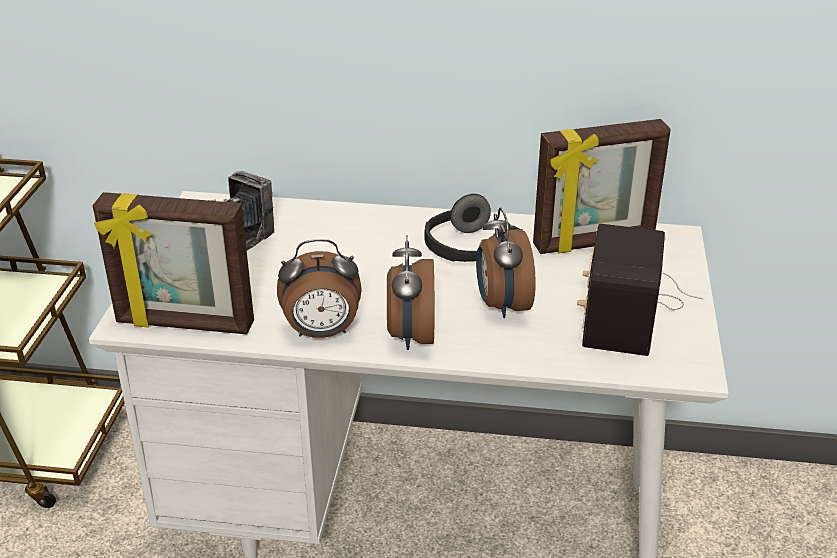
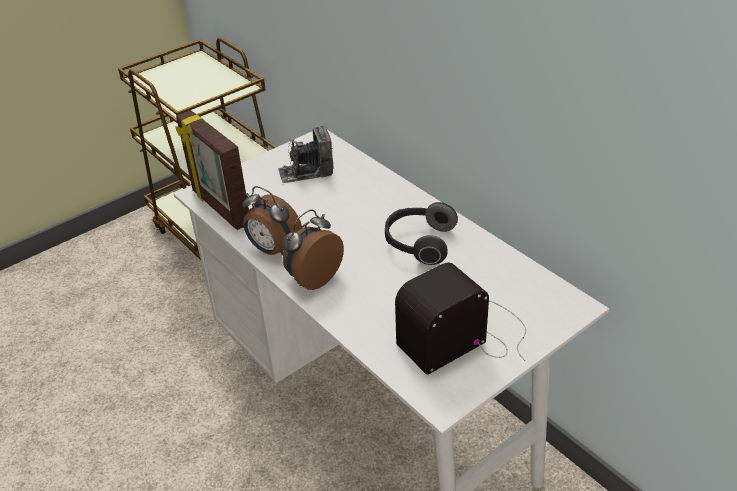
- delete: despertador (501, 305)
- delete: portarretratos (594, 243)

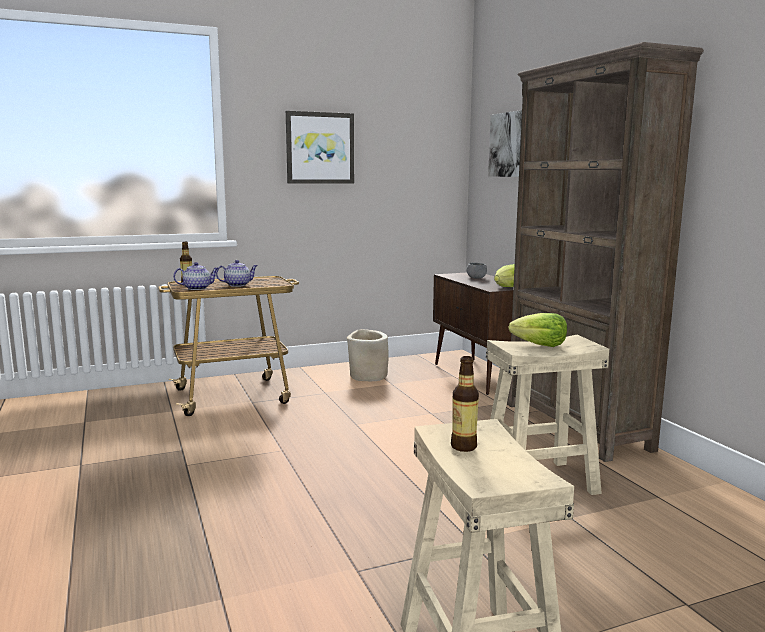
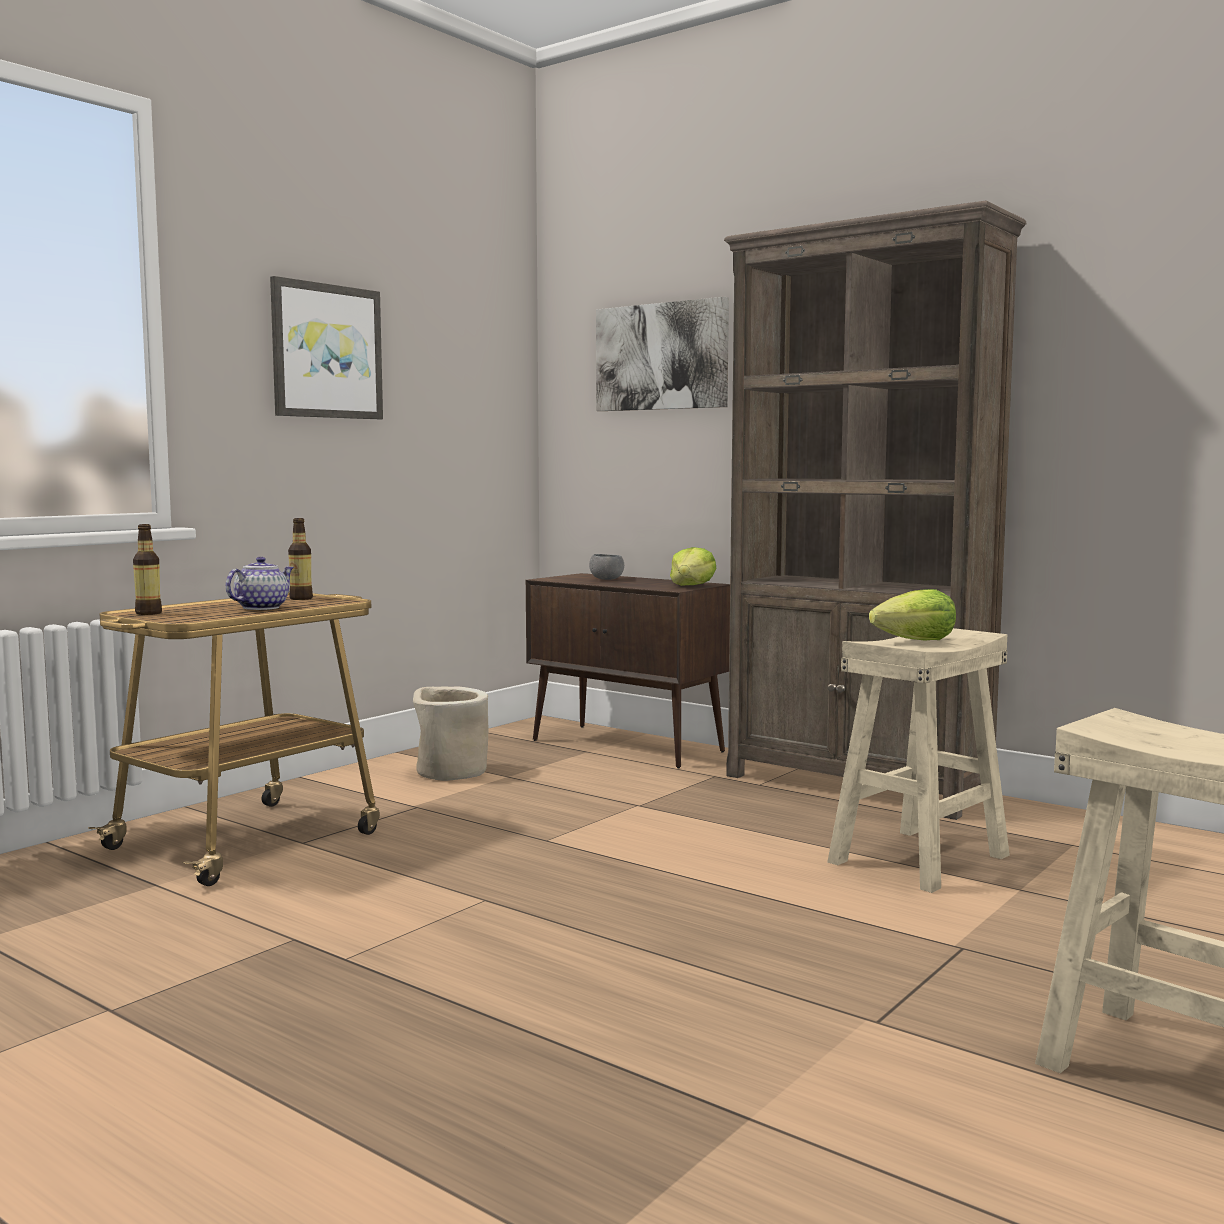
- delete: tetera (197, 288)
- move: botella (463, 447) to (301, 598)

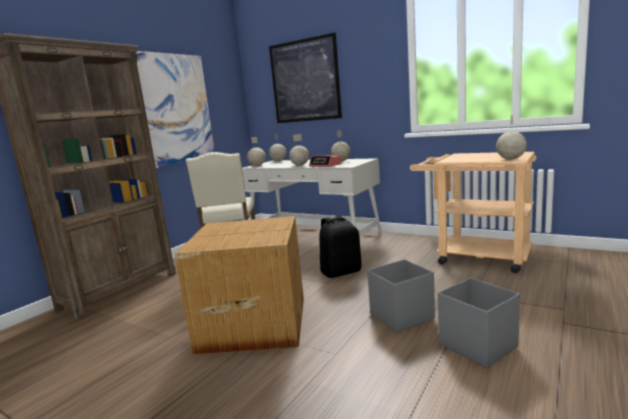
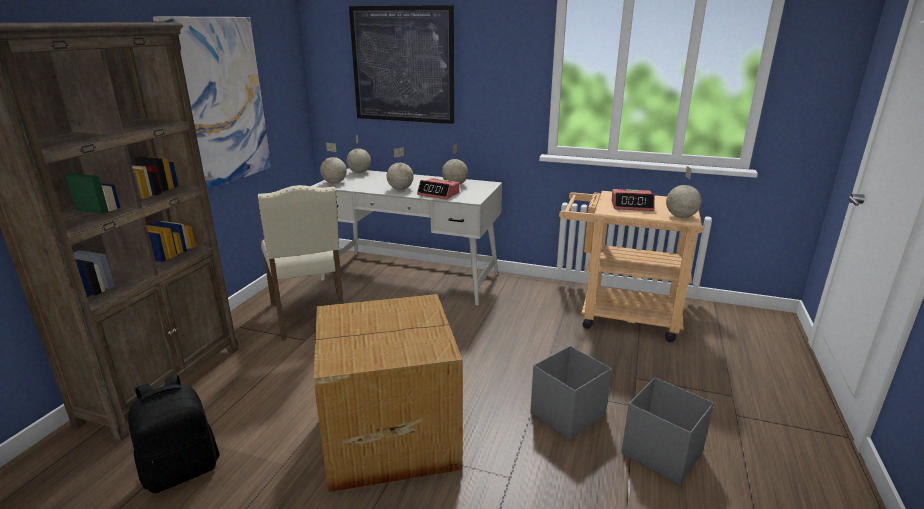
- move: mochila/negro (341, 272) to (182, 470)
- insert: despertador (632, 206)

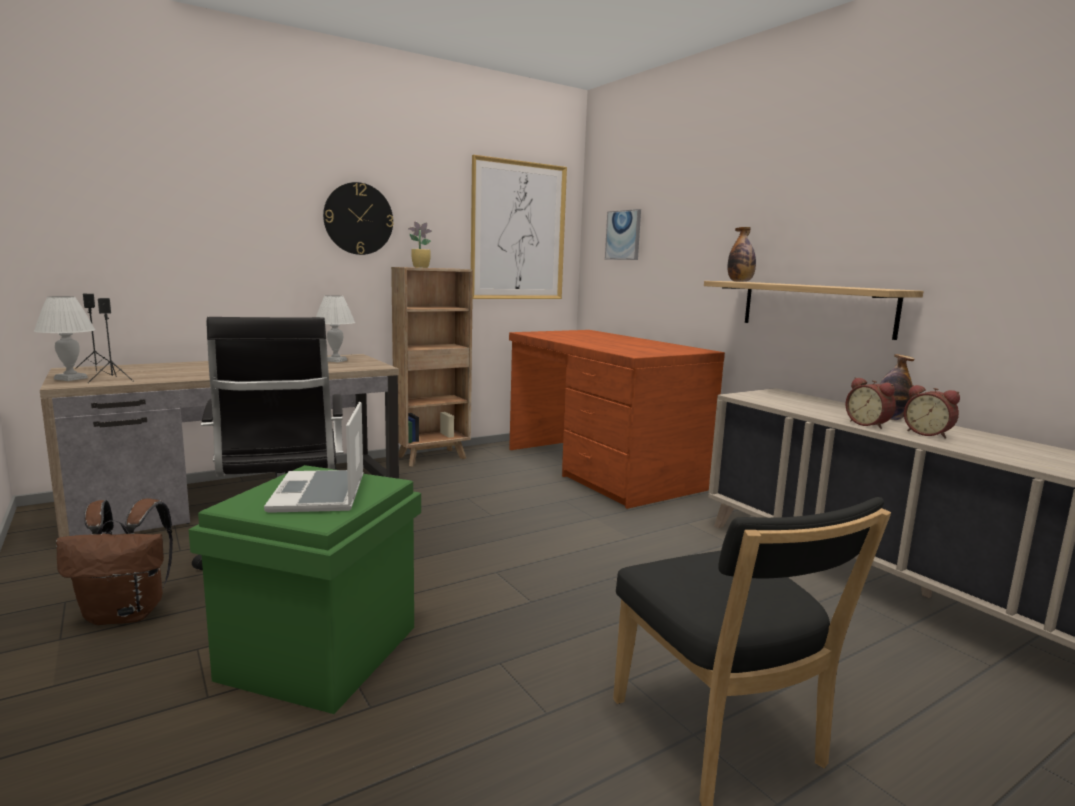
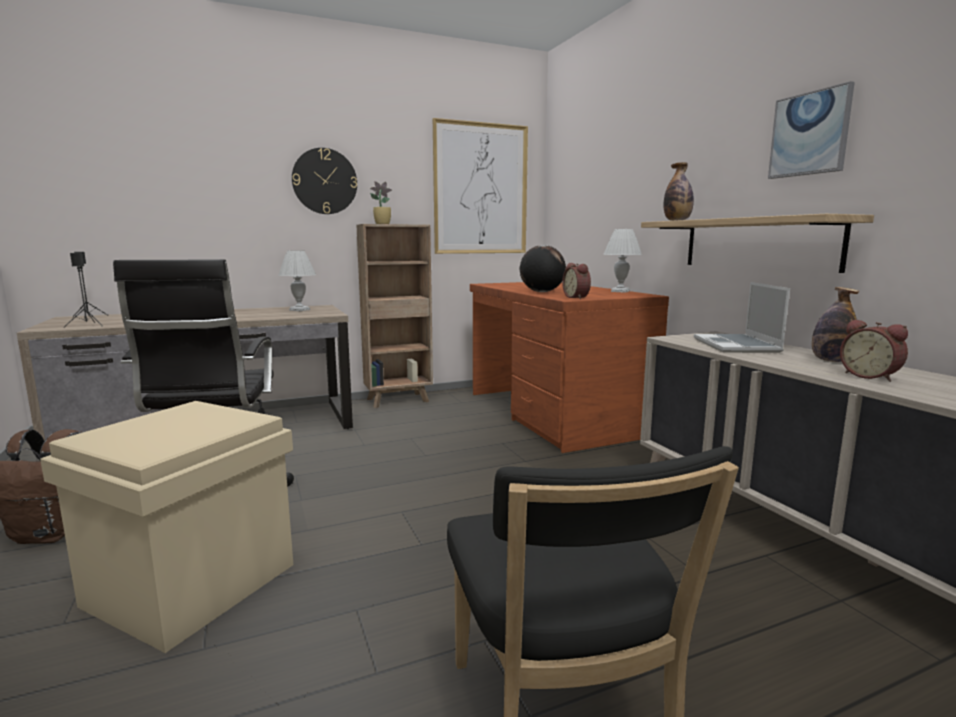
- move: lámpara de mesa/blanco (70, 378) to (620, 291)
- recolor: caja de almacenaje/verde (320, 653) to caja de almacenaje/beis (191, 586)
- move: portátil (320, 494) to (737, 346)
- move: cuadro (623, 235) to (809, 134)
- move: despertador (868, 424) to (577, 297)
- insert: globo terráqueo (541, 292)

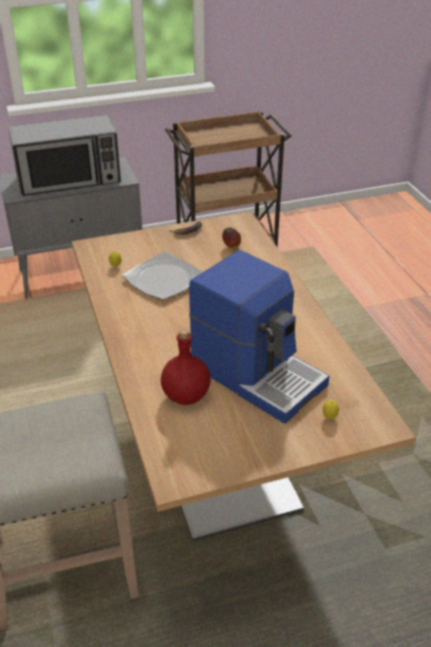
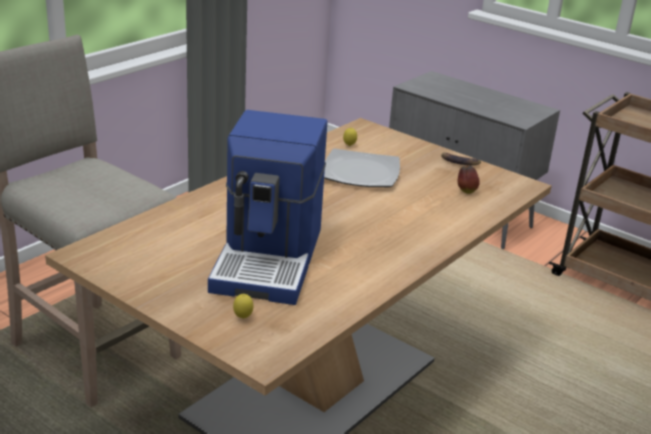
- delete: microondas (69, 180)
- delete: botella/rojo (186, 396)

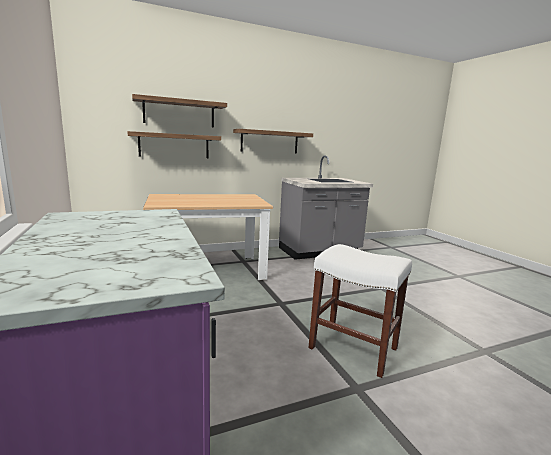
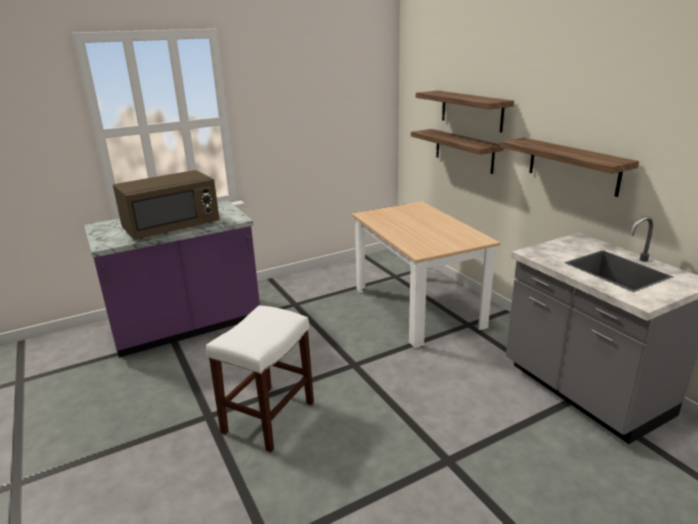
- insert: microondas/marrón (172, 228)

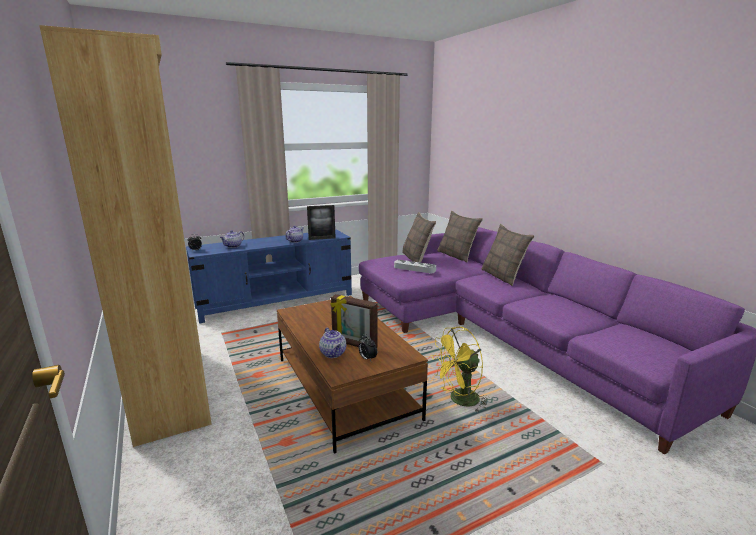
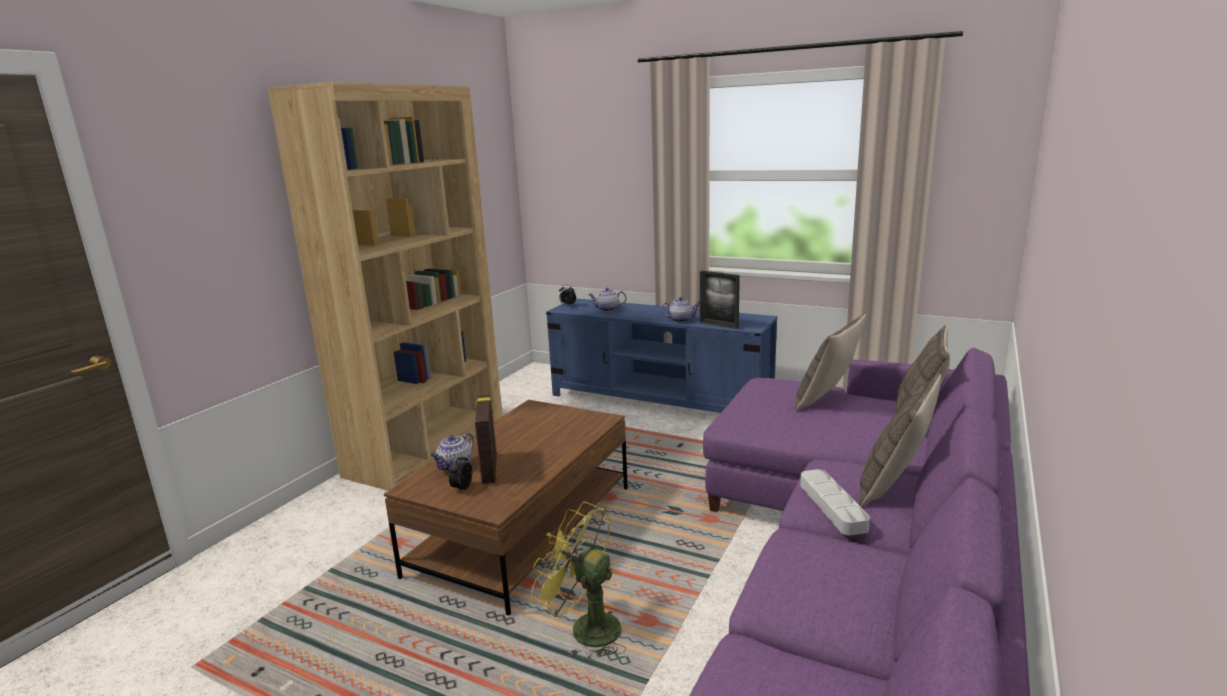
- move: bandeja/gris (414, 269) to (832, 506)

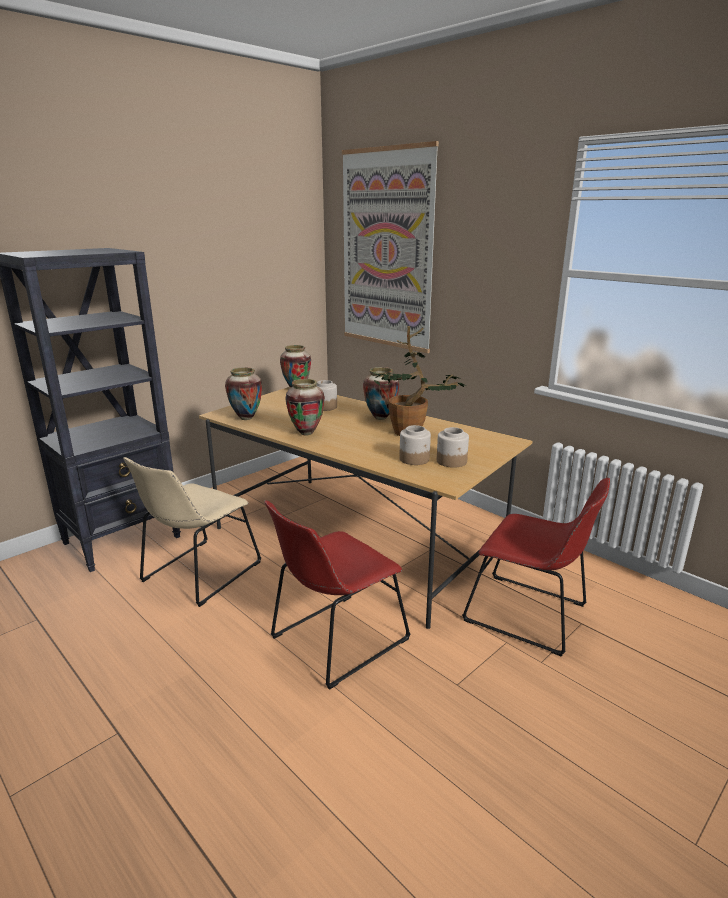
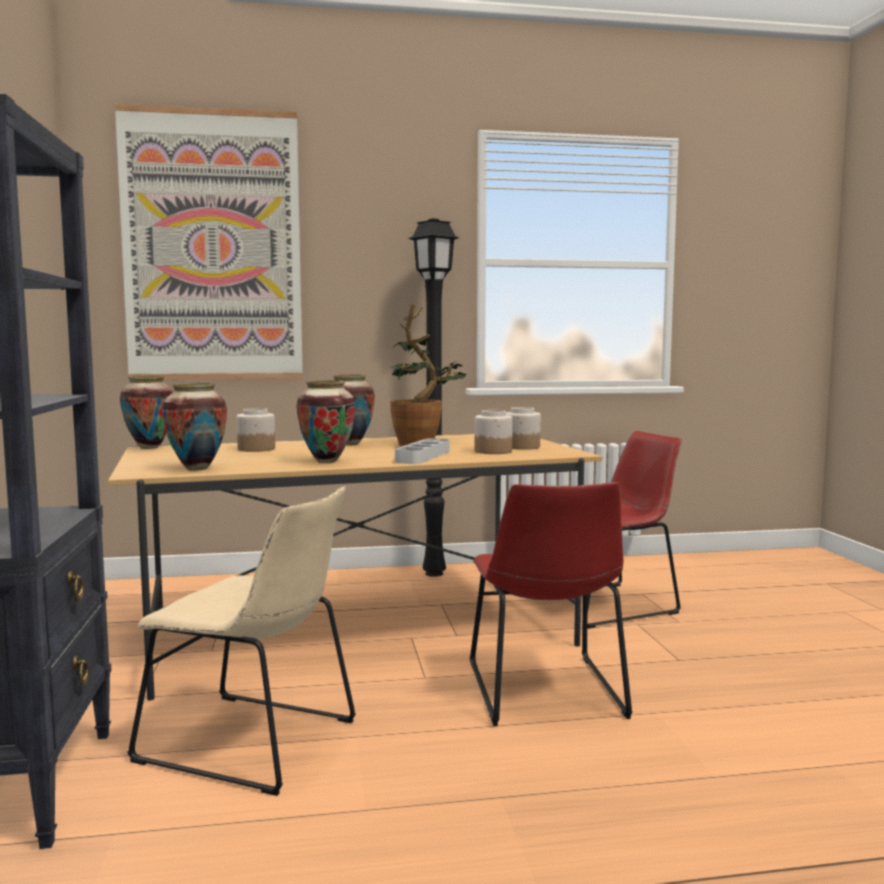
- rotate: silla/beis (198, 574) = (255, 742) 45 degrees counterclockwise
- insert: bandeja/gris (423, 456)
- insert: lámpara de pie/negro (434, 573)

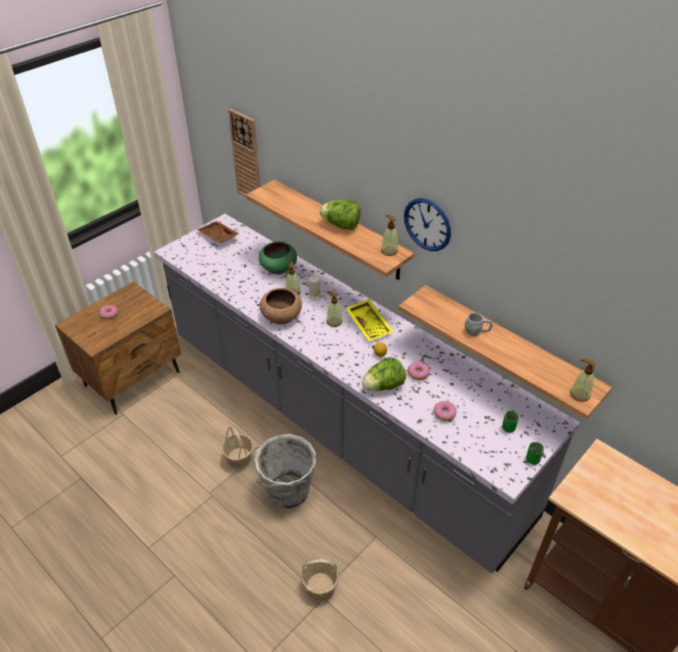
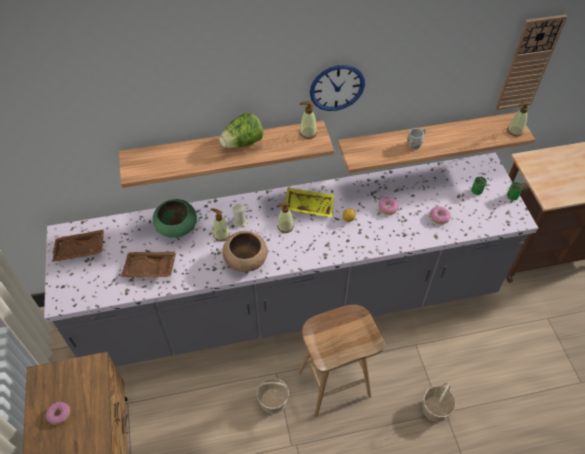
- move: reloj de pared (246, 157) to (528, 64)
- replace: cubo/gris (287, 493) to taburete/marrón (334, 383)
- delete: lechuga (383, 386)
- insert: bandeja/marrón (150, 269)

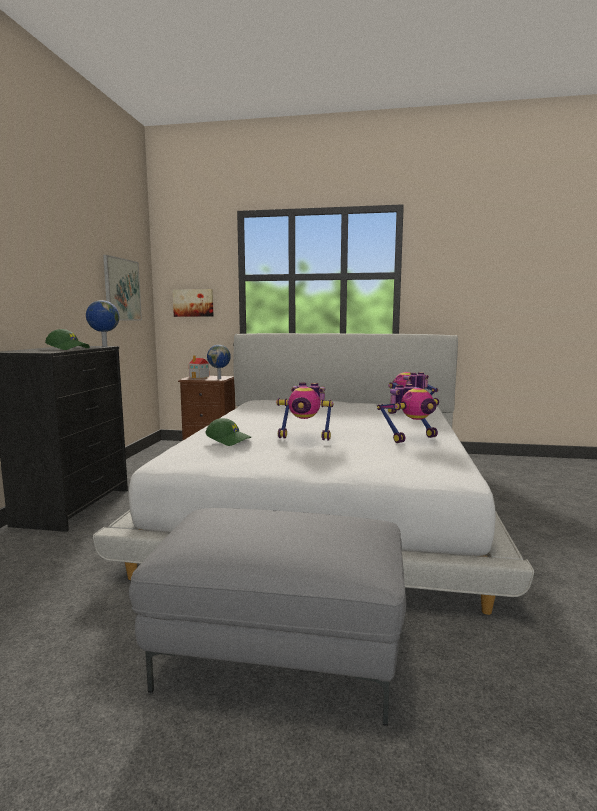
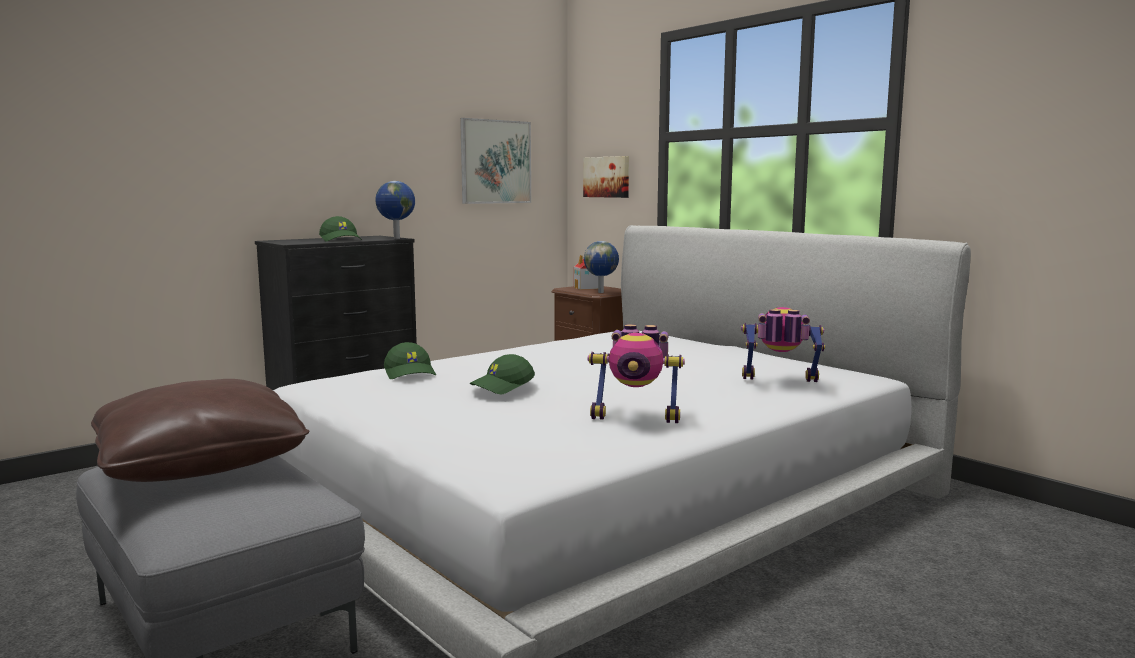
- replace: robot de juguete (305, 437) to gorra/verde (502, 387)
- insert: cojín/marrón (201, 463)

